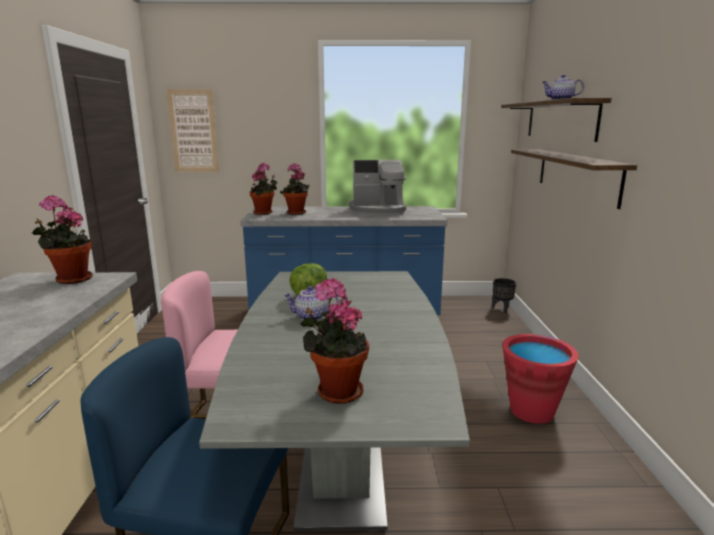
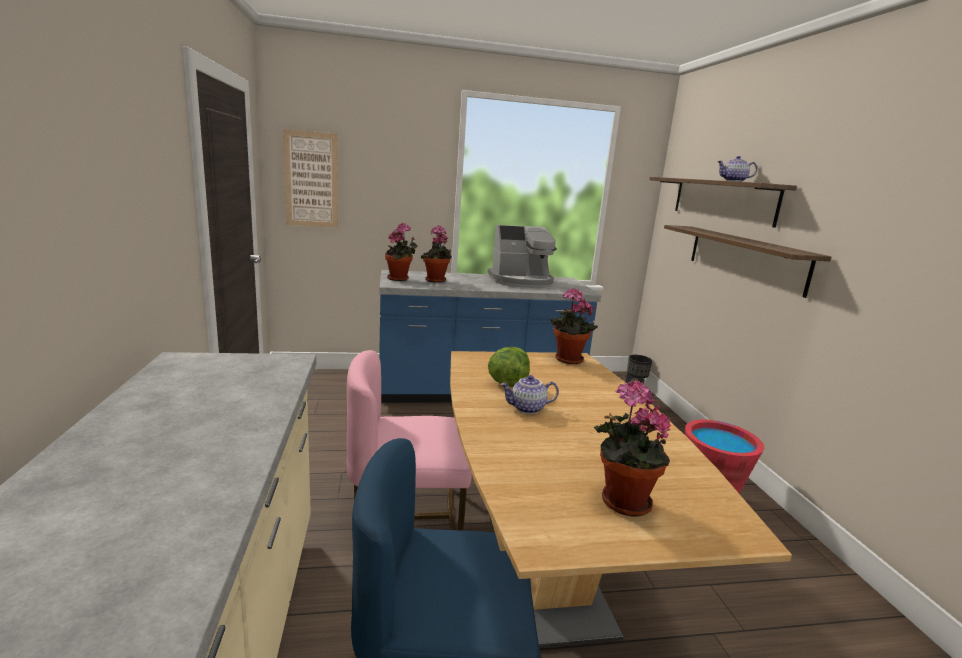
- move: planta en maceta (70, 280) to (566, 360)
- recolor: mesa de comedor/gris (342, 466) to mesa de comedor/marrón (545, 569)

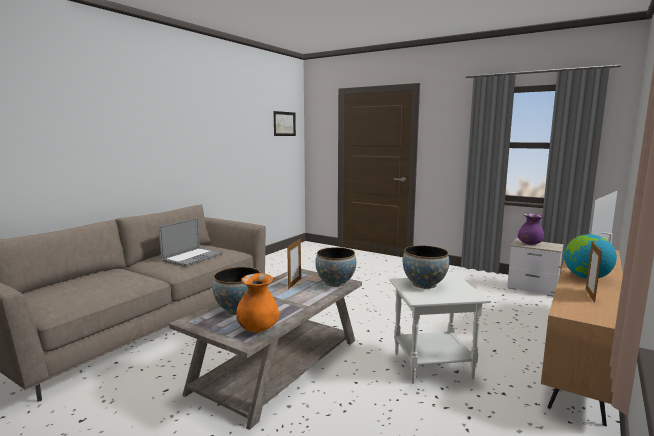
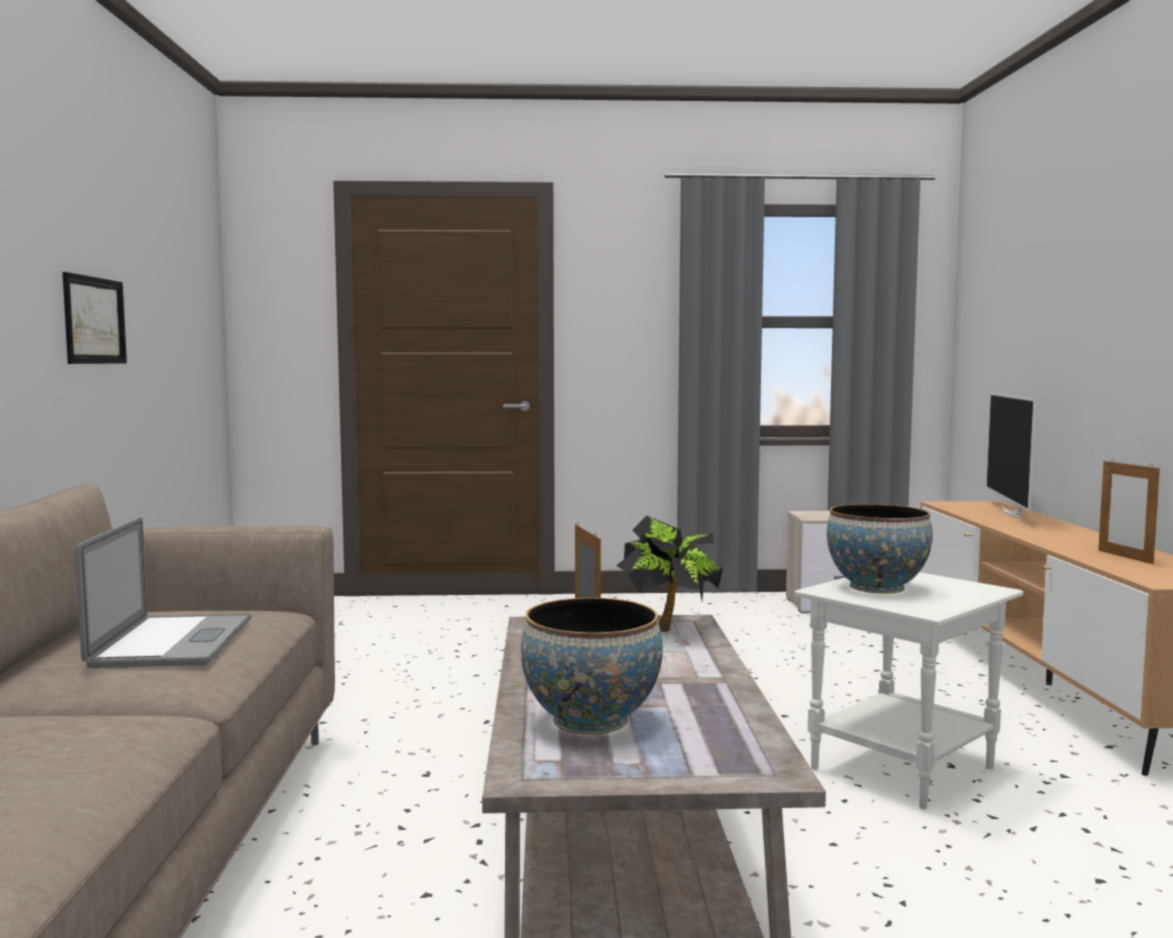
- delete: florero/naranja (258, 328)
- move: cuadro (284, 123) to (94, 320)
- replace: cuenco (335, 283) to planta en maceta (669, 626)
- delete: florero/morado (529, 244)
- delete: globo terráqueo (586, 277)

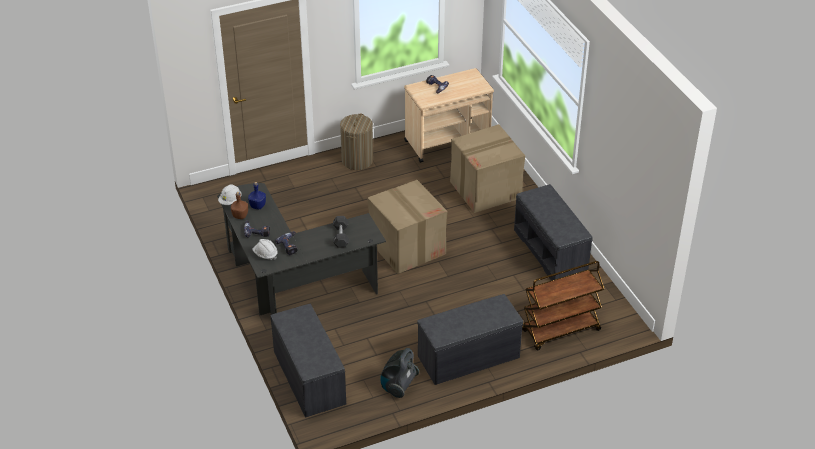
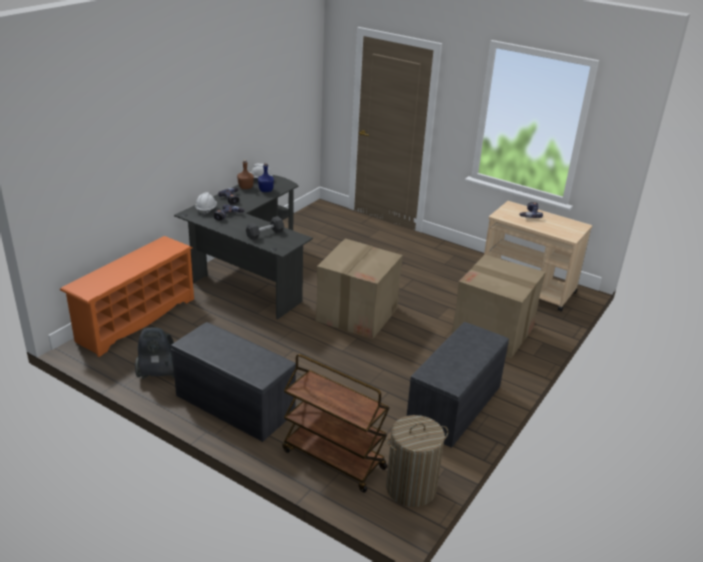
- replace: banco/gris (308, 377) to zapatero/naranja (136, 319)
- move: cesto de la ropa (357, 160) to (411, 488)

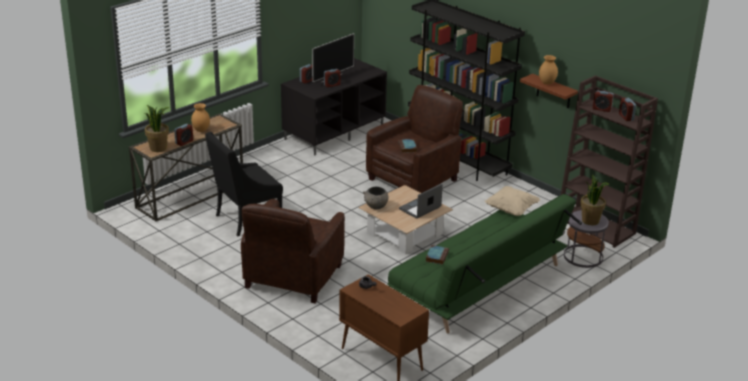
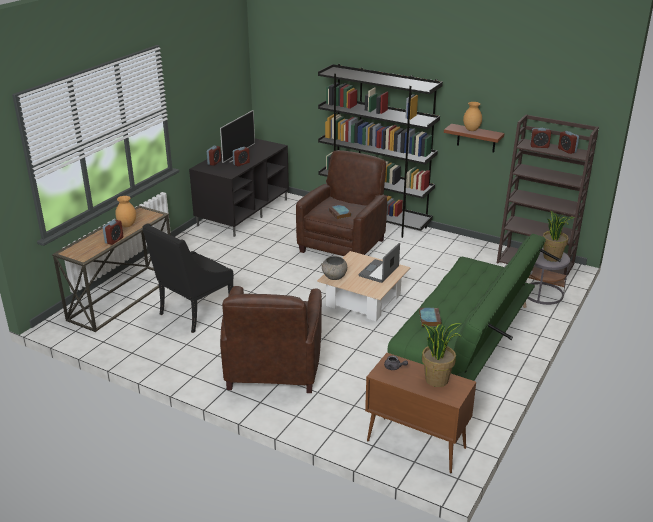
- move: planta en maceta (158, 148) to (437, 379)
- delete: cojín/beis (511, 210)

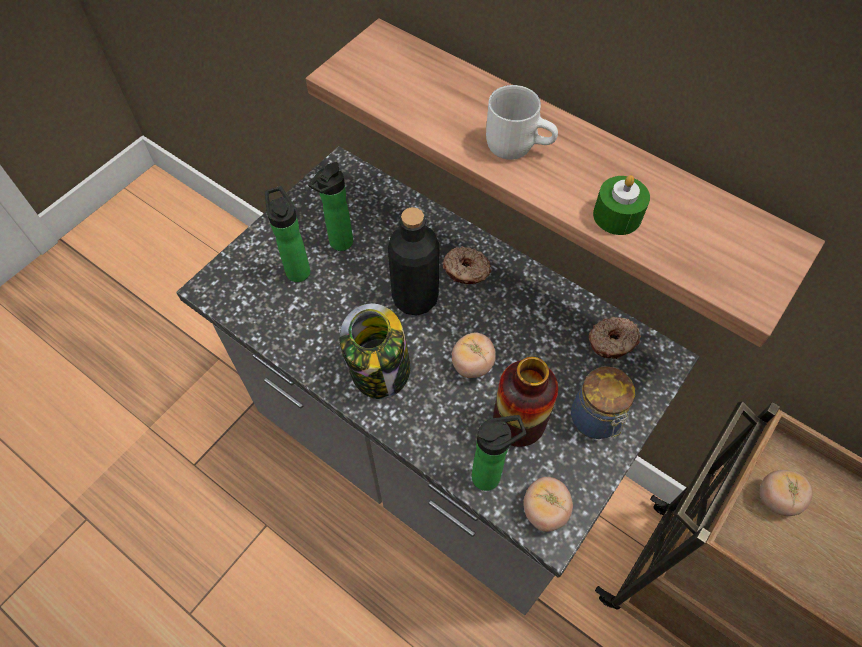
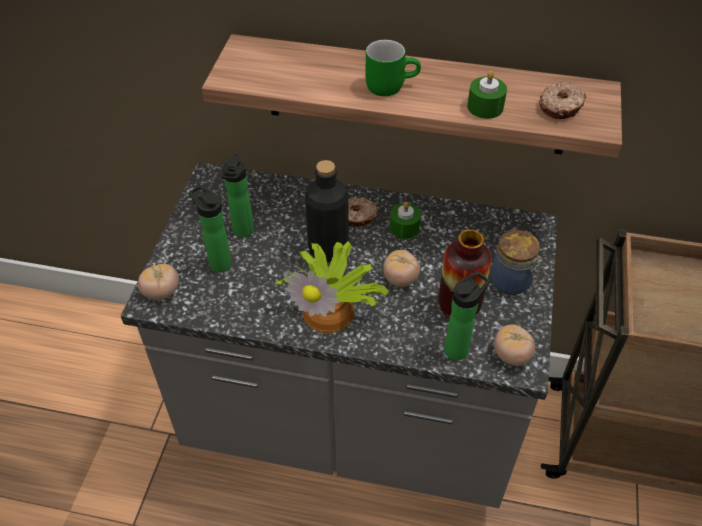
- replace: tarro (380, 370) to planta en maceta (331, 309)
- recolor: taza grande/blanco (518, 144) to taza grande/verde (390, 84)
- move: rosquilla (612, 342) to (561, 107)
- move: tomate (776, 498) to (162, 292)
- insert: vela/verde (404, 227)

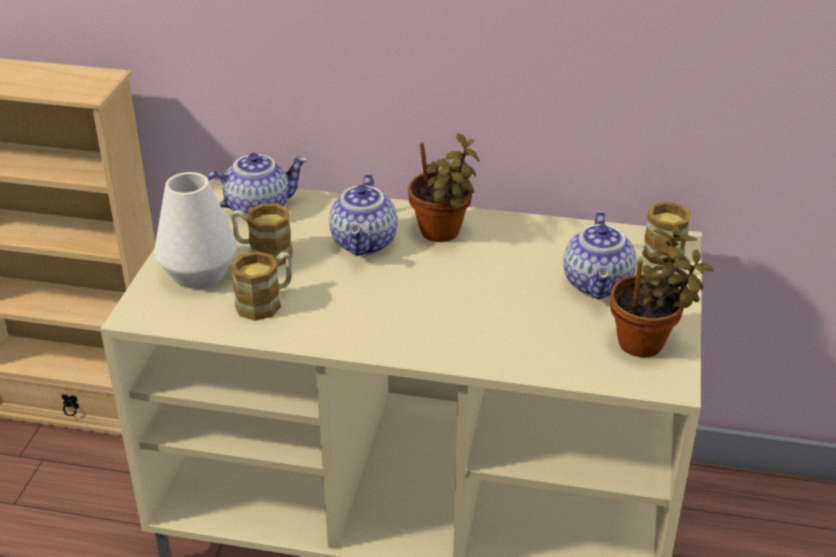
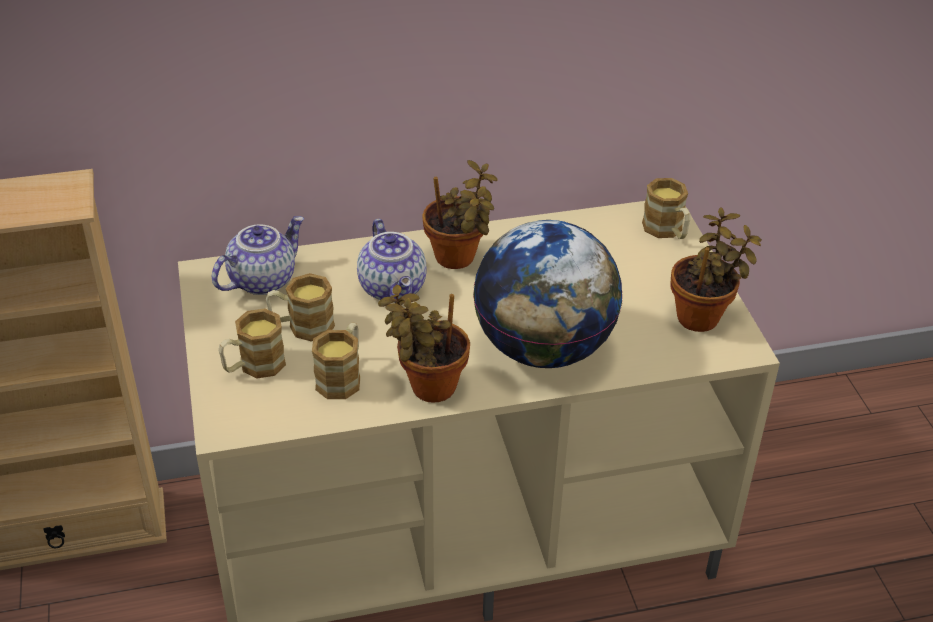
- replace: florero/blanco (199, 273) to taza grande (254, 366)
- delete: tetera (599, 285)
- insert: planta en maceta (428, 386)
- insert: globo terráqueo (543, 348)

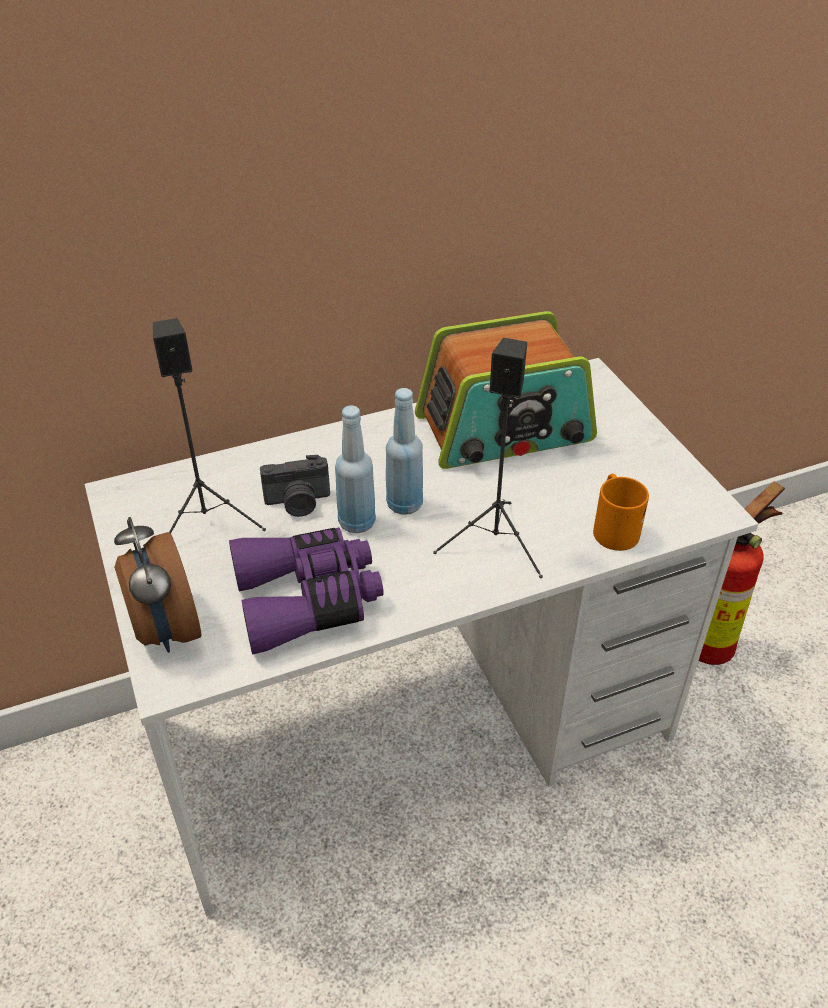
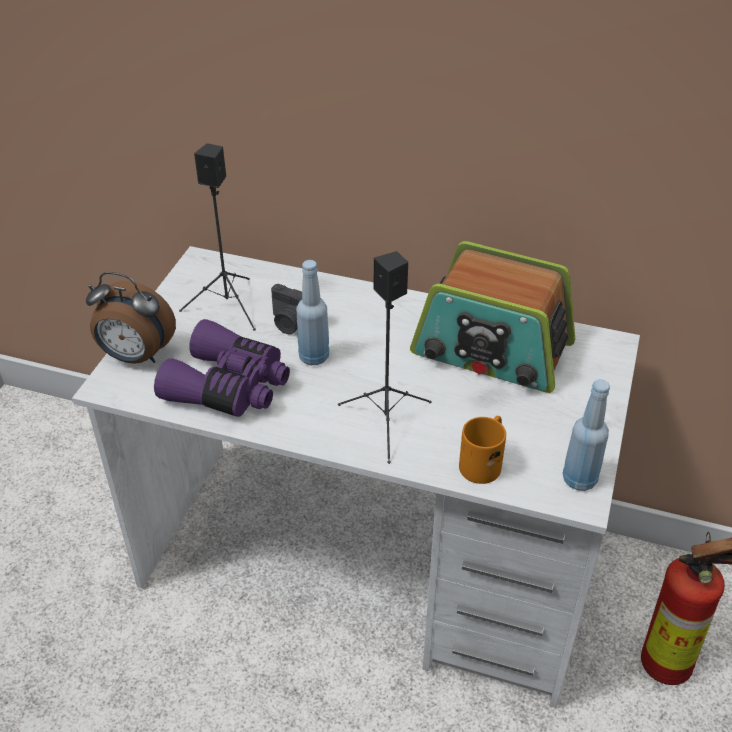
- rotate: despertador (165, 630) = (136, 356) 90 degrees counterclockwise
- move: botella/azul (405, 504) to (579, 479)

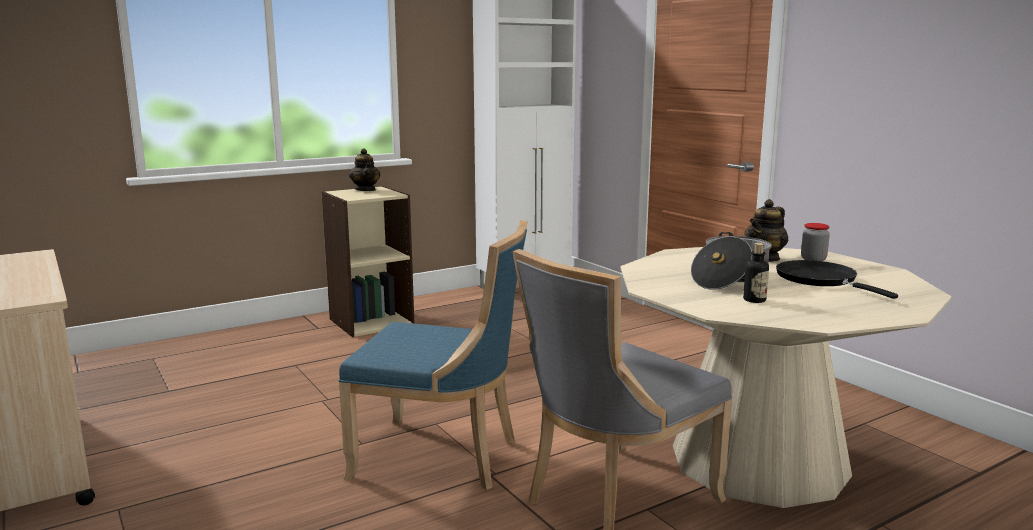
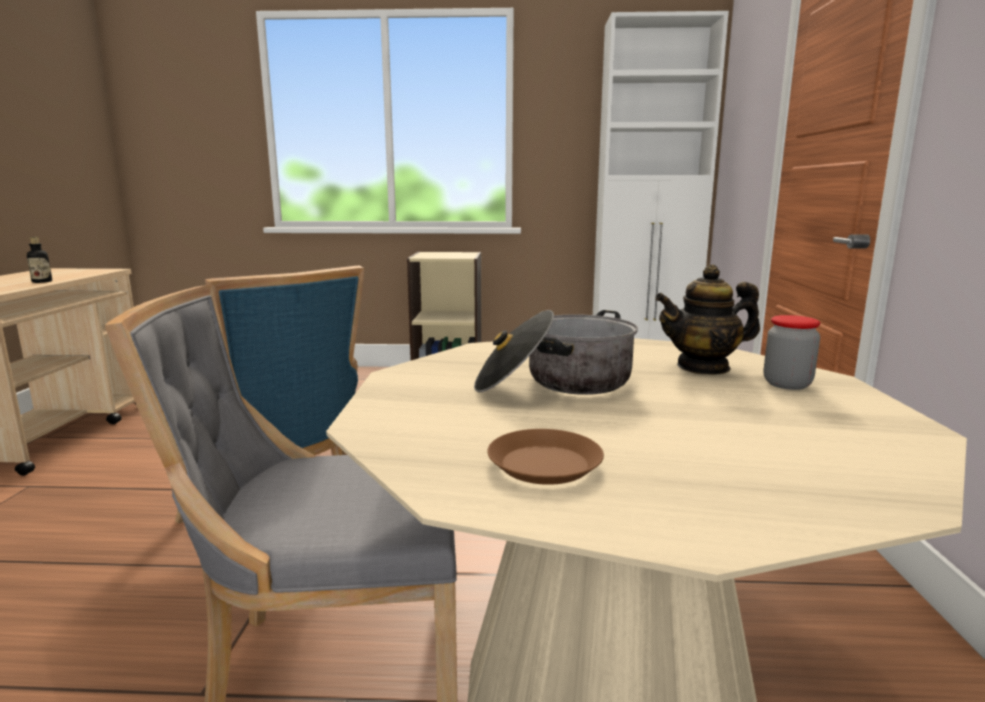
- delete: tetera (365, 190)
- move: botella (754, 300) to (42, 282)
- delete: sartén/negro (820, 280)
- insert: plato/marrón (545, 465)

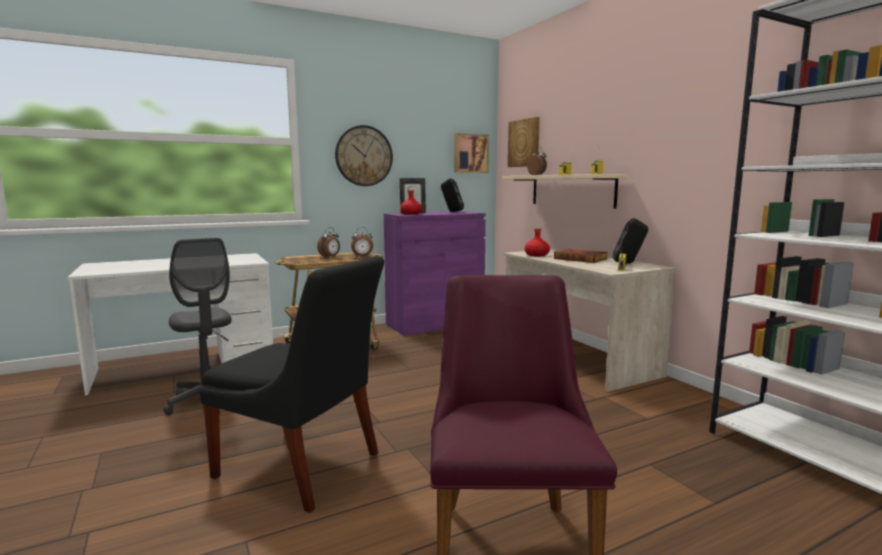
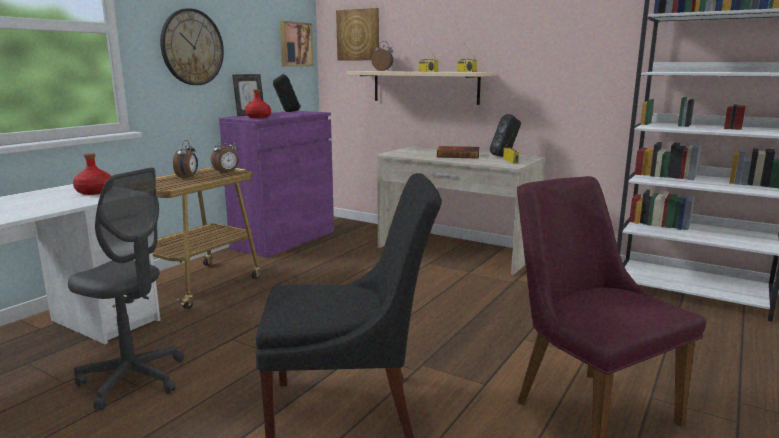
- move: botella/rojo (536, 255) to (94, 192)

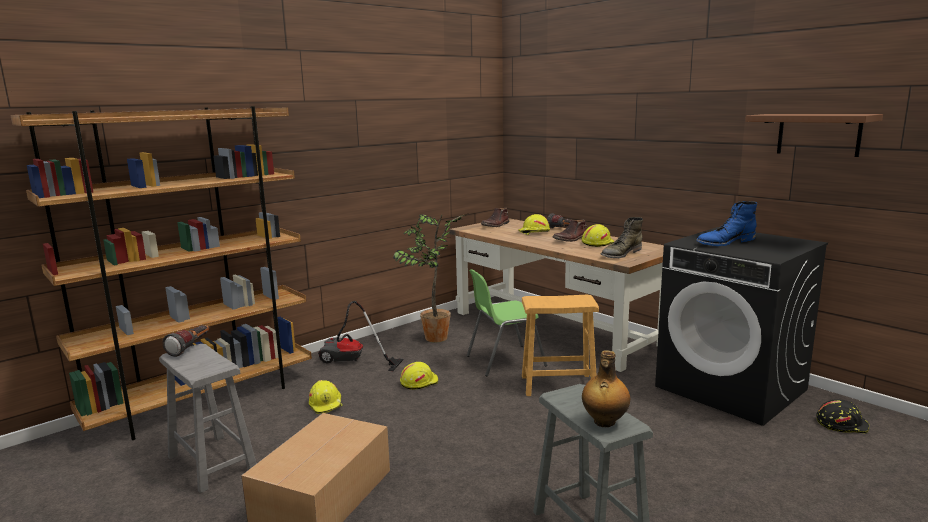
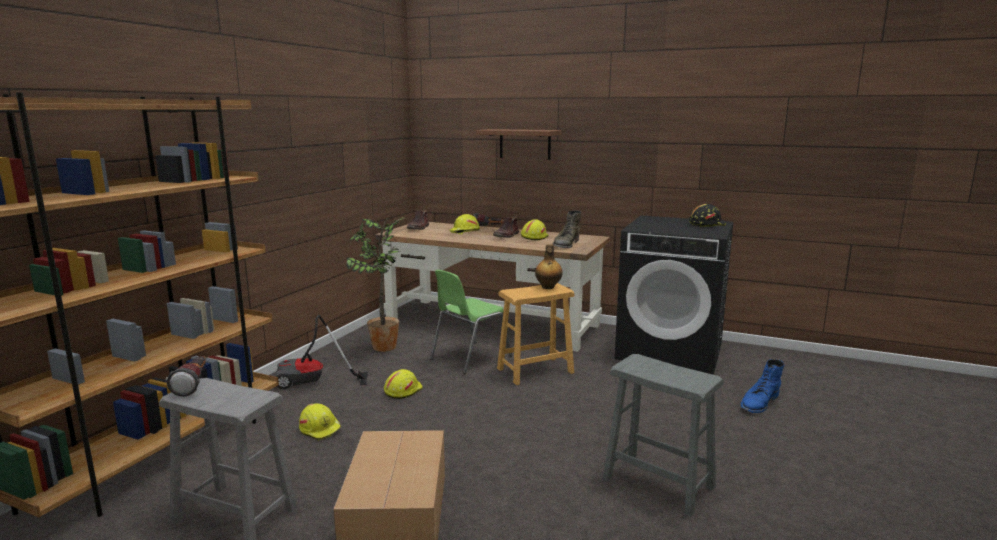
- move: botella (604, 422) to (548, 287)
- move: bota/azul (725, 242) to (759, 402)
- move: estante/marrón (818, 134) to (525, 144)
- move: casco/negro (841, 424) to (706, 224)

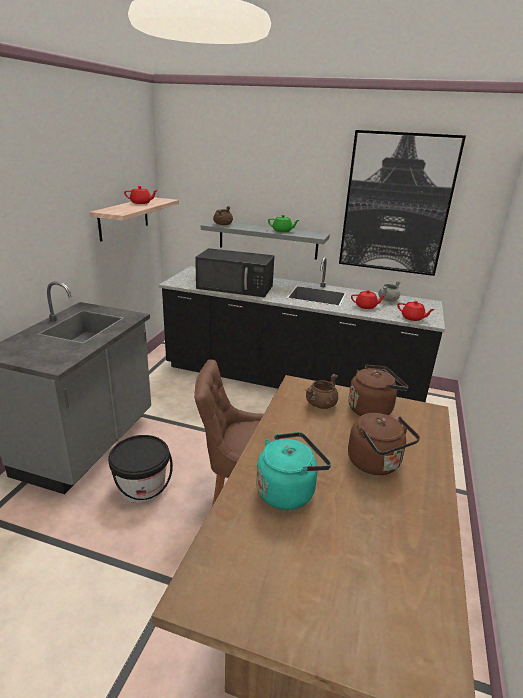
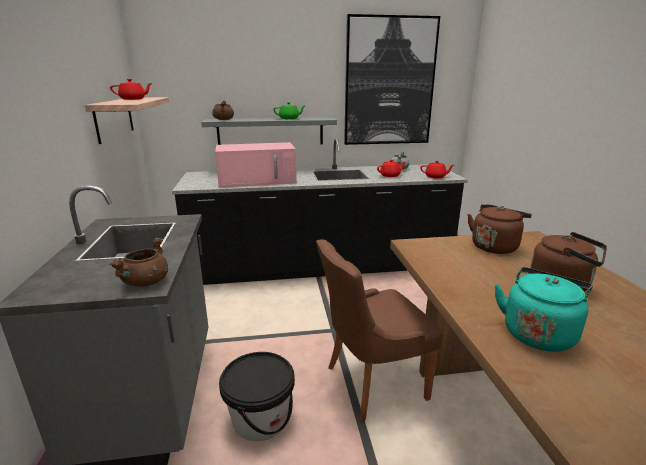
- recolor: microondas/negro (236, 287) to microondas/rosa (258, 180)
- move: olla/marrón (321, 404) to (146, 282)

